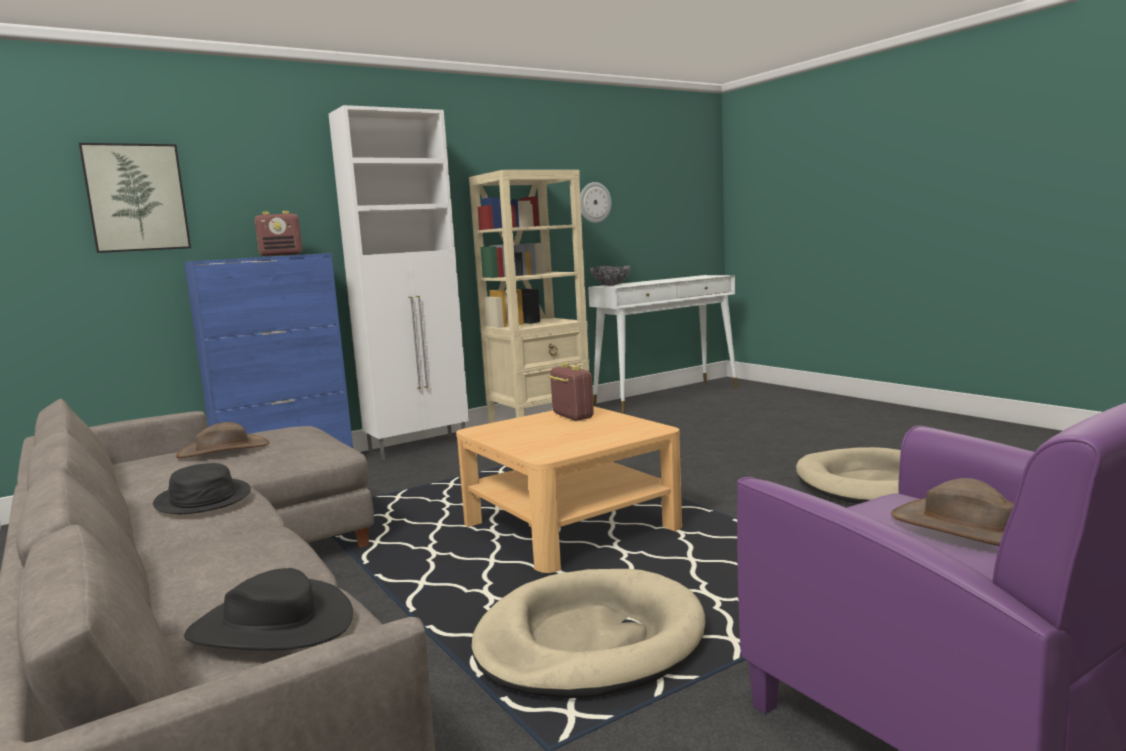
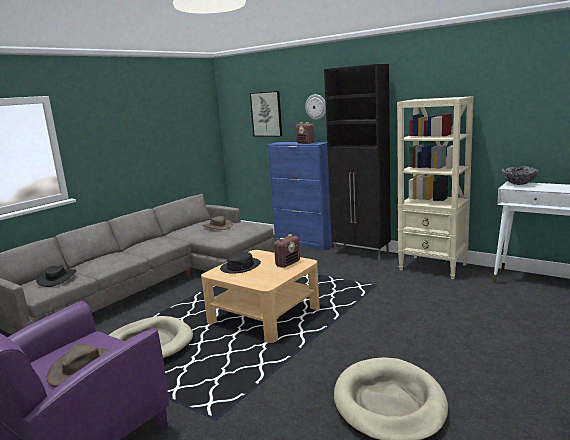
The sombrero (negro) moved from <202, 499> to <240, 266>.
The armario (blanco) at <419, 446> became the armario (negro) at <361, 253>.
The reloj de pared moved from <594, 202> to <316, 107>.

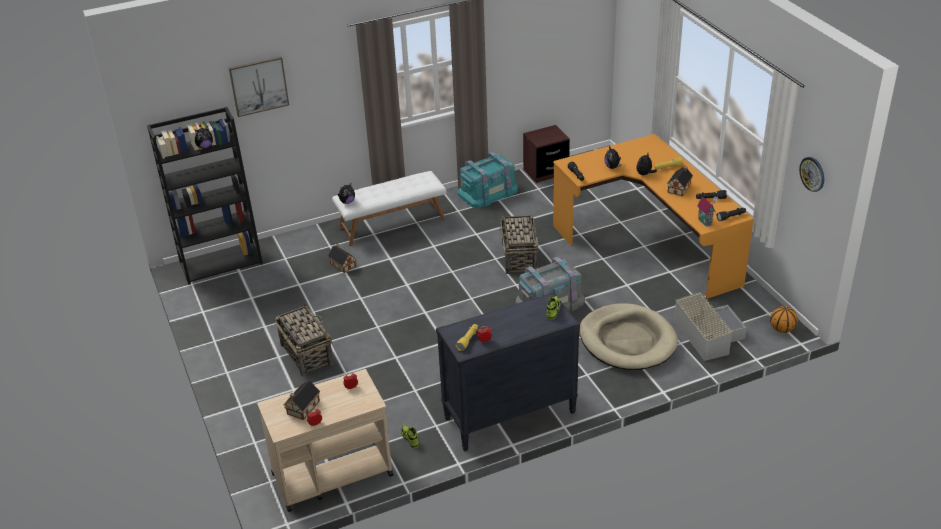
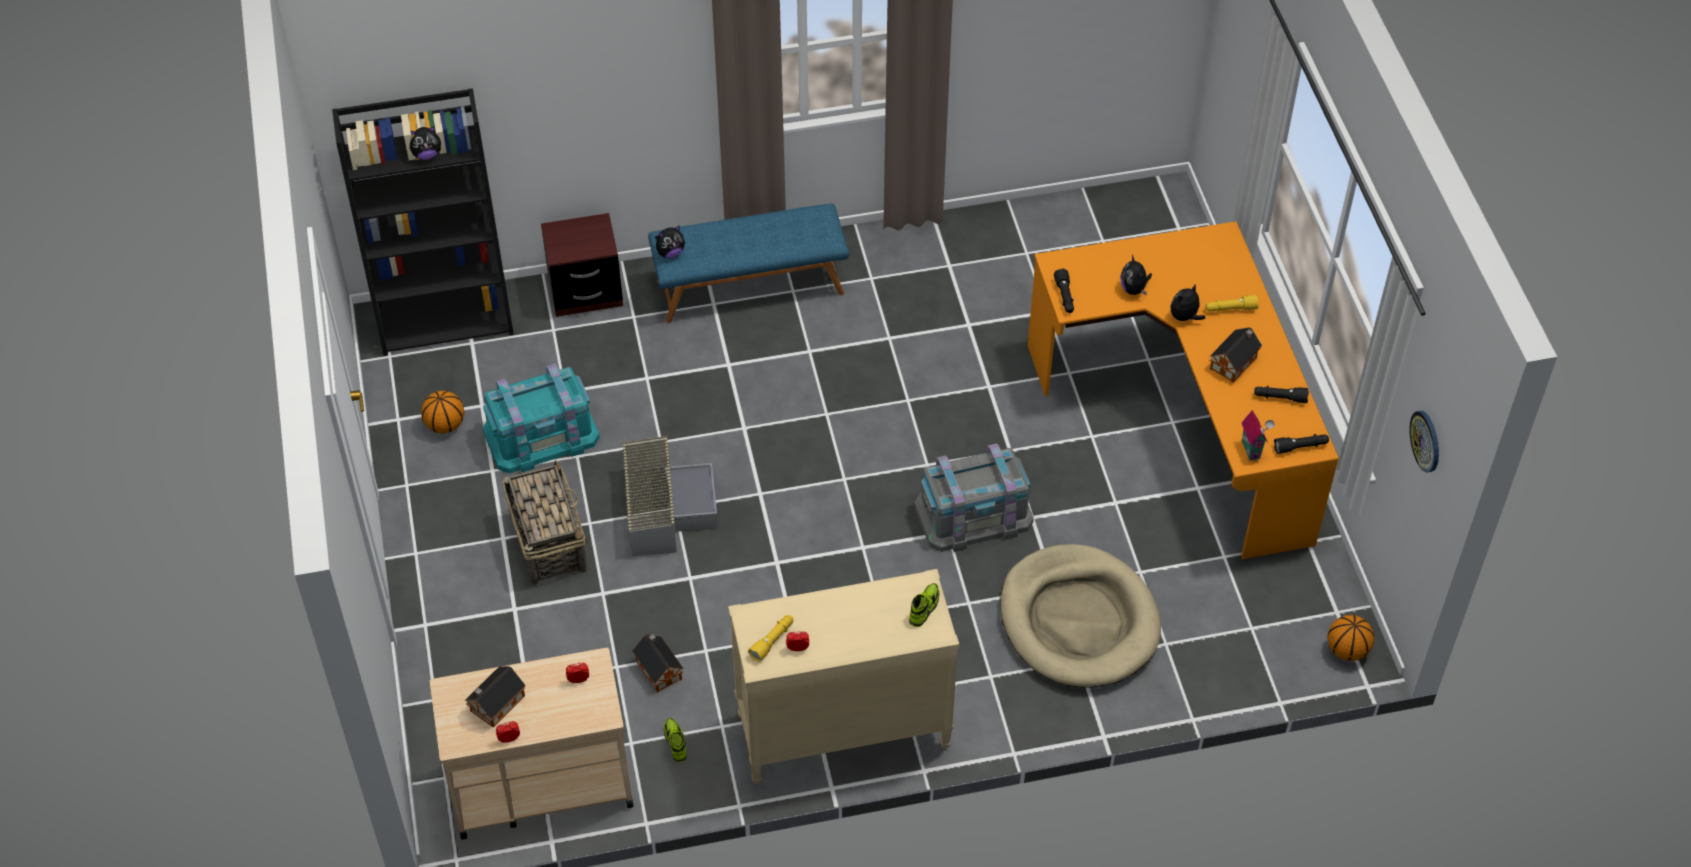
The cuadro at <259, 86> disappeared.
The casita moved from <342, 264> to <658, 668>.
The banco (blanco) at <392, 223> became the banco (azul) at <750, 286>.
The cómoda (negro) at <509, 416> became the cómoda (beis) at <842, 732>.
The caja de almacenaje (turquesa) moved from <487, 192> to <541, 434>.
The cesta at <519, 258> disappeared.
The mesita de noche (marrón) moved from <545, 172> to <585, 292>.
The caja de almacenaje (gris) moved from <708, 334> to <664, 507>.
The balón de baloncesto at <445, 424> appeared.

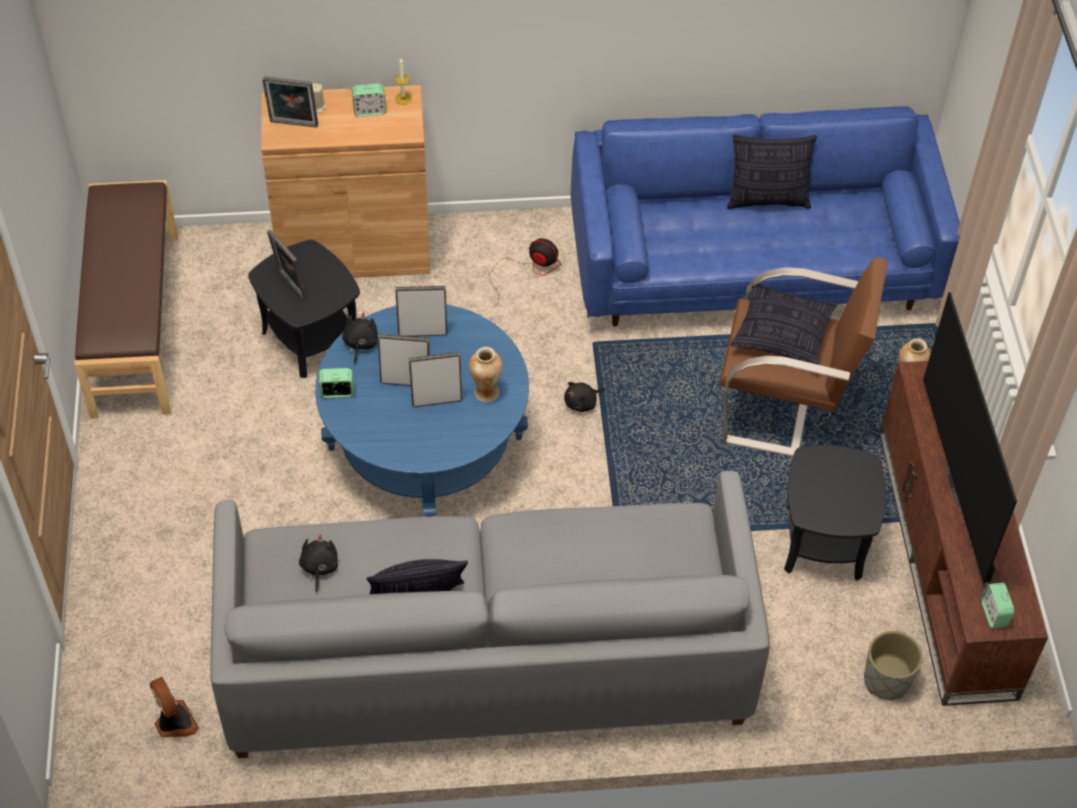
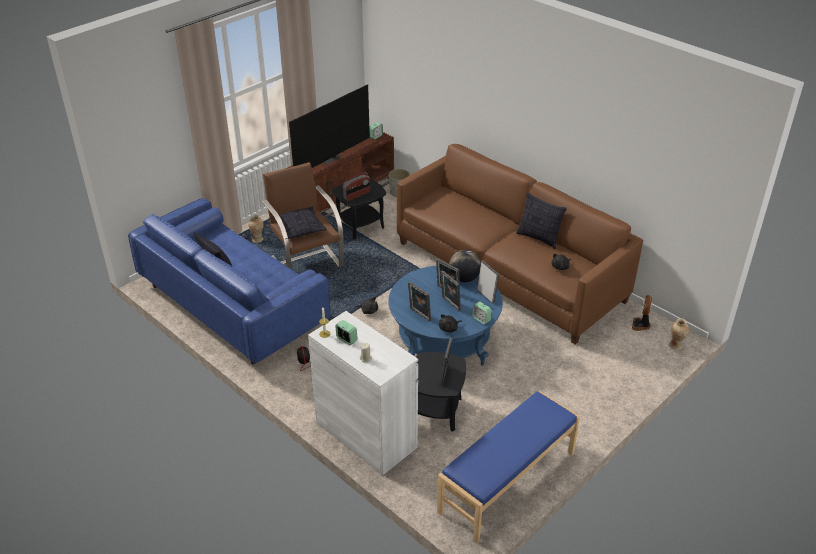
The banco (marrón) at <134, 324> became the banco (azul) at <508, 482>.
The sofá (gris) at <486, 657> became the sofá (marrón) at <509, 271>.
The armario (marrón) at <354, 249> became the armario (blanco) at <366, 435>.
The portarretratos moved from <293, 125> to <486, 295>.
The florero moved from <486, 392> to <675, 345>.
The radio at <356, 195> appeared.
The globo terráqueo at <464, 278> appeared.

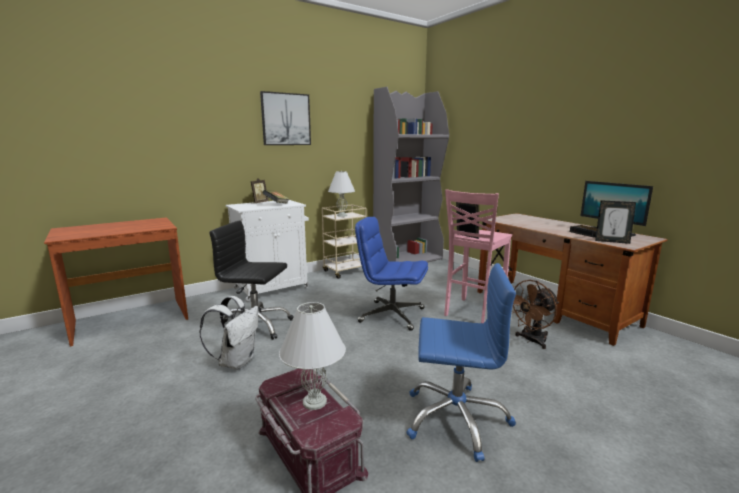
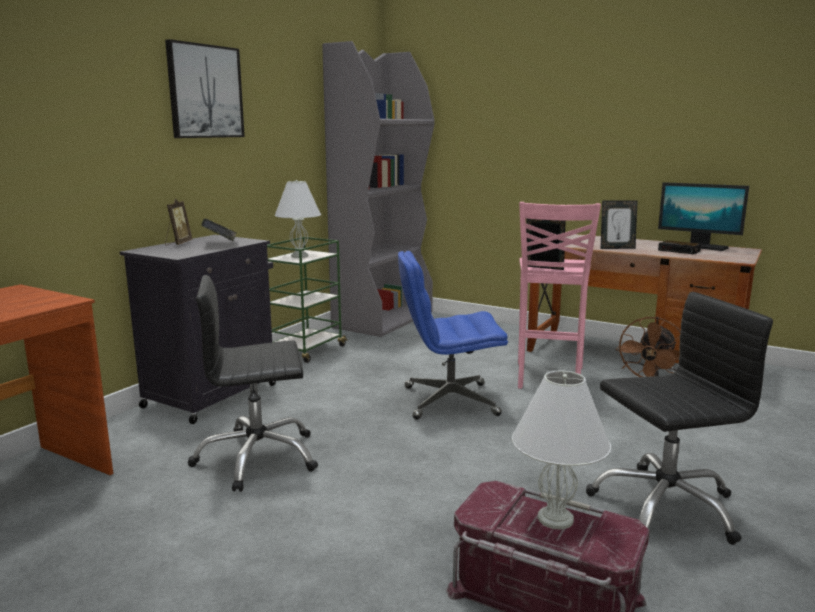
The mochila (blanco) at <236, 361> disappeared.
The armario (blanco) at <273, 288> became the armario (negro) at <212, 395>.
The carrito (beis) at <345, 271> became the carrito (verde) at <307, 351>.
The silla de oficina (azul) at <456, 418> became the silla de oficina (negro) at <664, 506>.
The portarretratos moved from <611, 241> to <616, 248>.

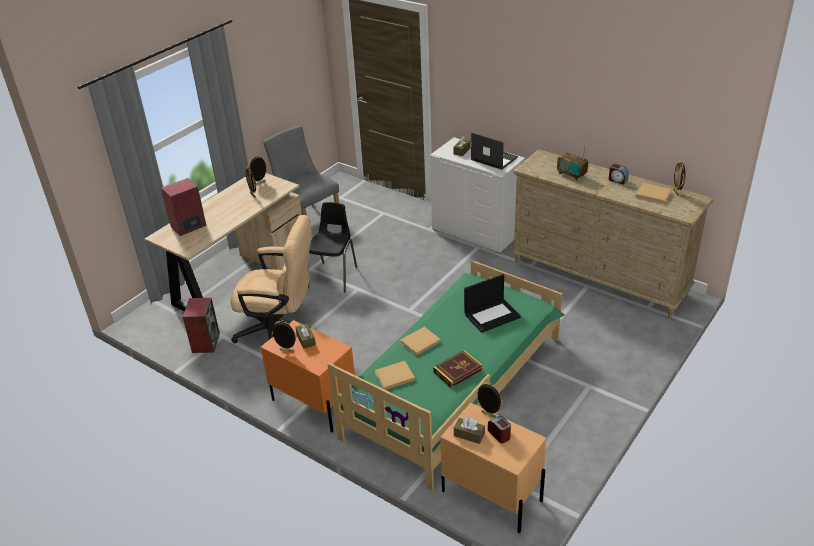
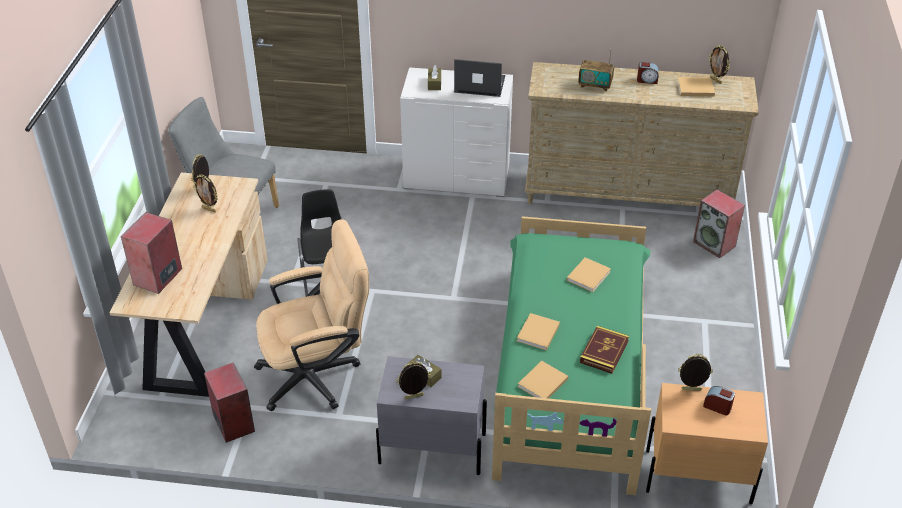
The mesita de noche (naranja) at <314, 403> became the mesita de noche (gris) at <431, 448>.
The caja de pañuelos (marrón) at <469, 435> disappeared.
The portátil at <492, 315> was replaced by the libro (beis) at <589, 275>.
The altavoz at <715, 244> appeared.

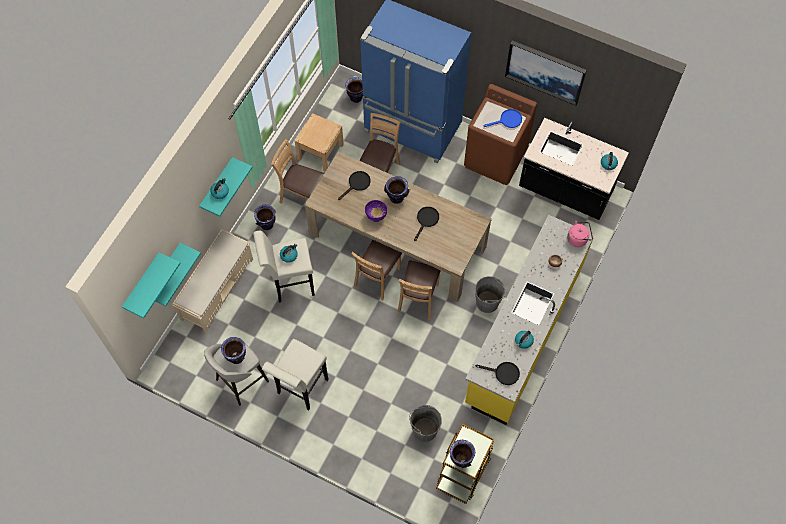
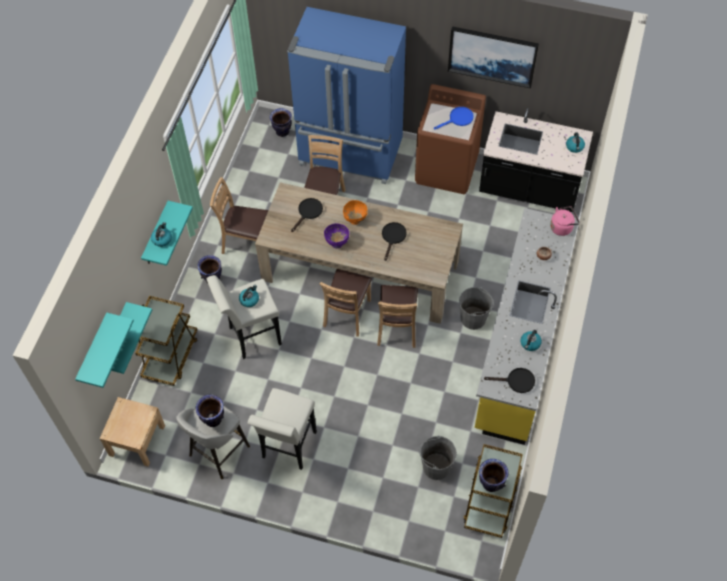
The banco (beis) at <217, 288> was replaced by the carrito (marrón) at <170, 356>.
The mesita de noche (beis) moved from <320, 151> to <137, 440>.
The florero at <396, 198> was replaced by the cuenco (naranja) at <355, 220>.

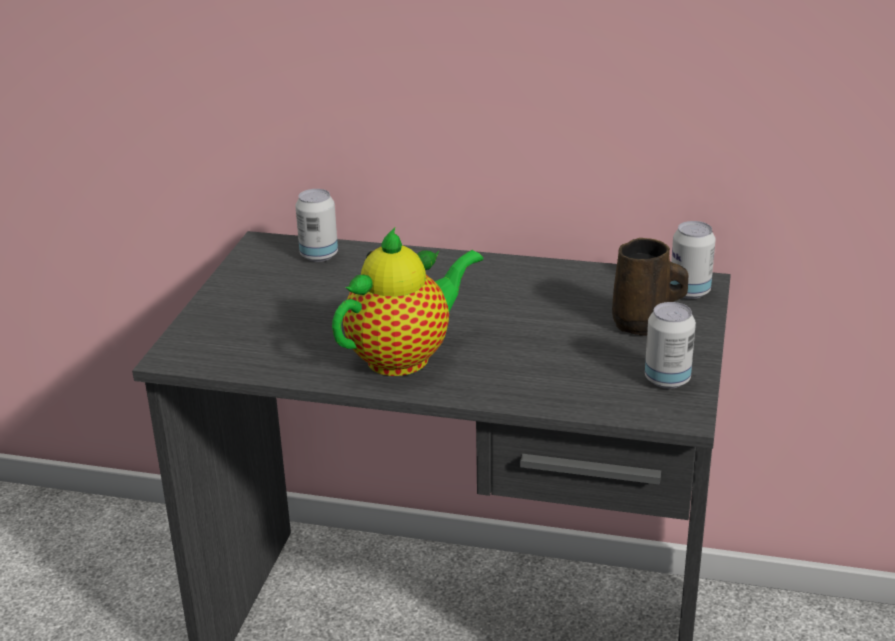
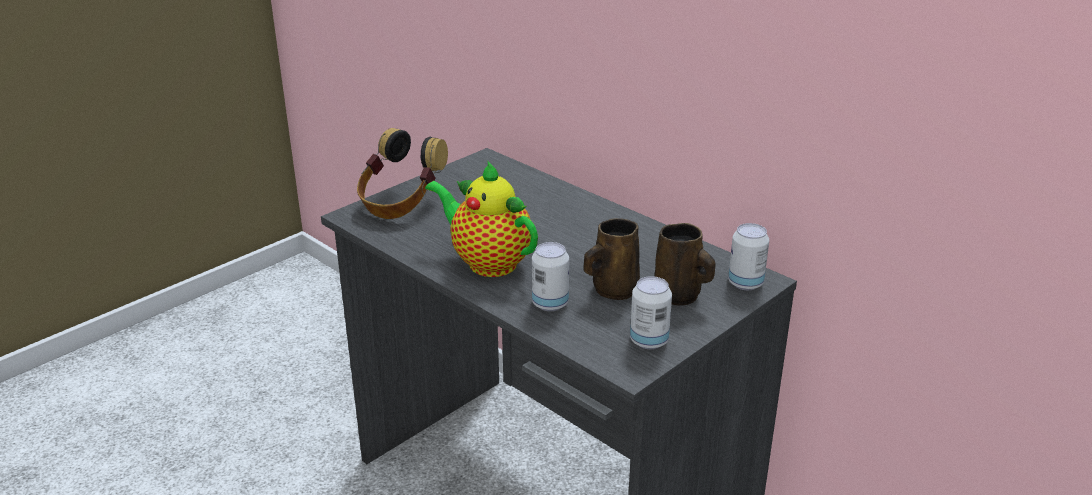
The lata moved from <319, 255> to <550, 304>.
The tetera at <404, 357> turned 135 degrees counterclockwise.
The auriculares at <401, 204> appeared.
The taza grande (marrón) at <613, 290> appeared.

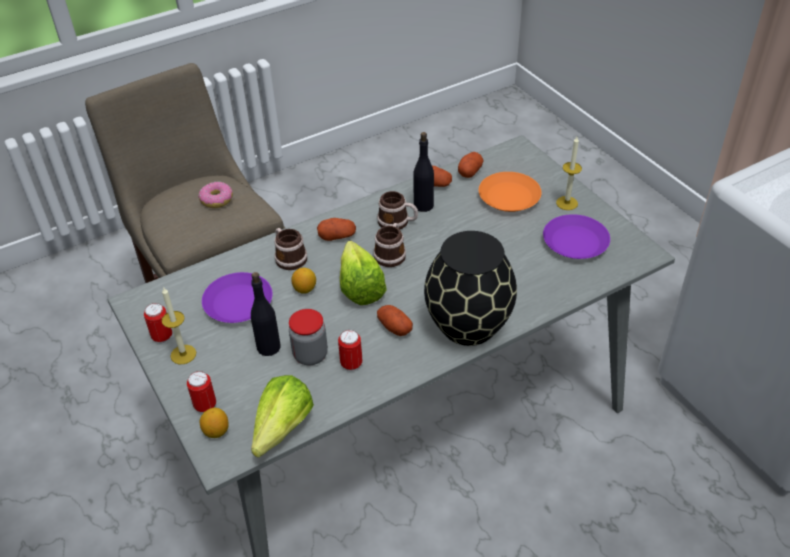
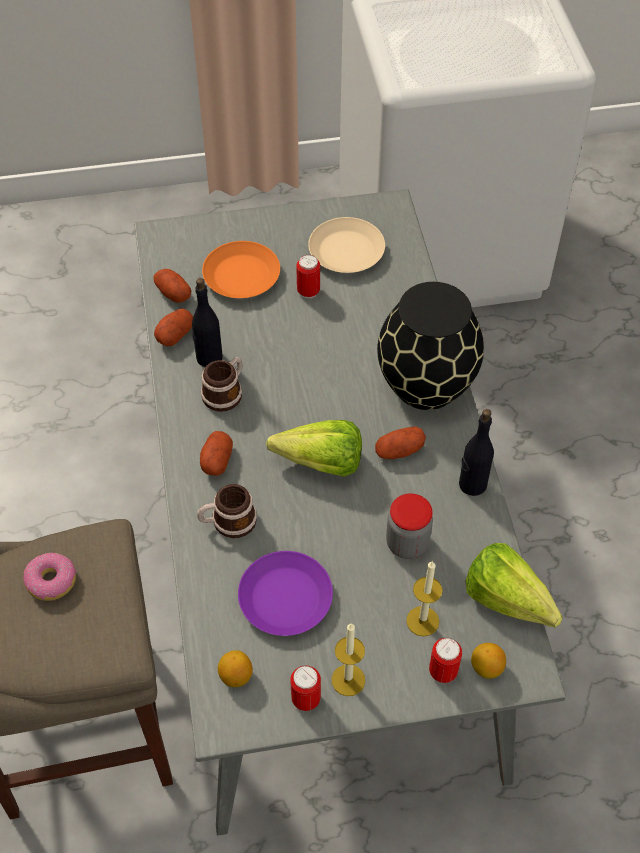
The botella (negro) moved from <268, 347> to <472, 484>.
The limón moved from <305, 289> to <236, 676>.
The lata moved from <351, 364> to <308, 291>.
The taza grande at <391, 254> disappeared.
The plato (morado) at <574, 242> became the plato (beis) at <345, 252>.
The vela moved from <567, 203> to <422, 621>.

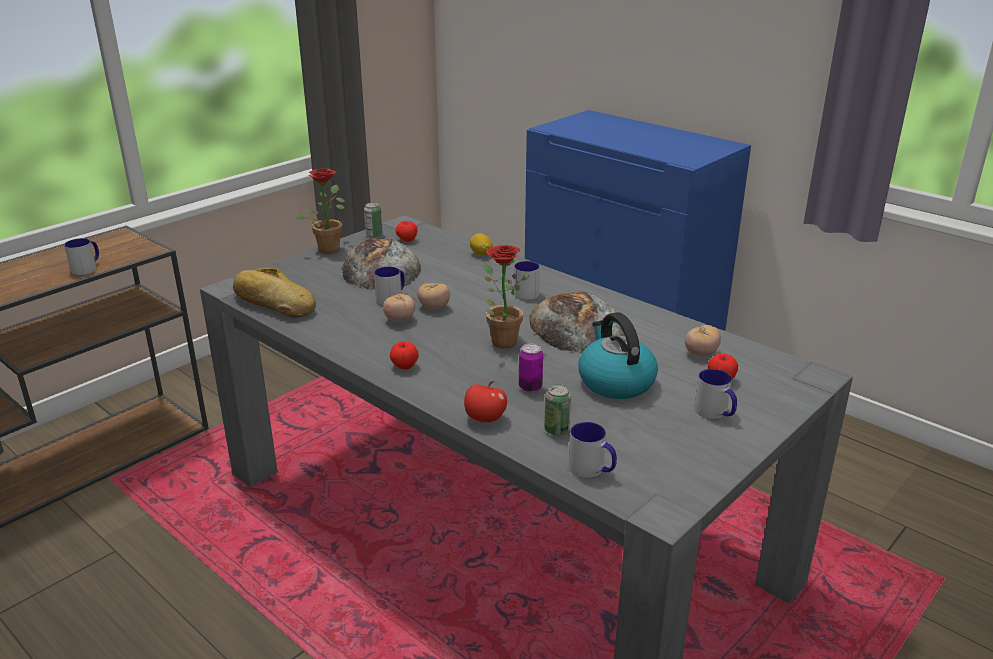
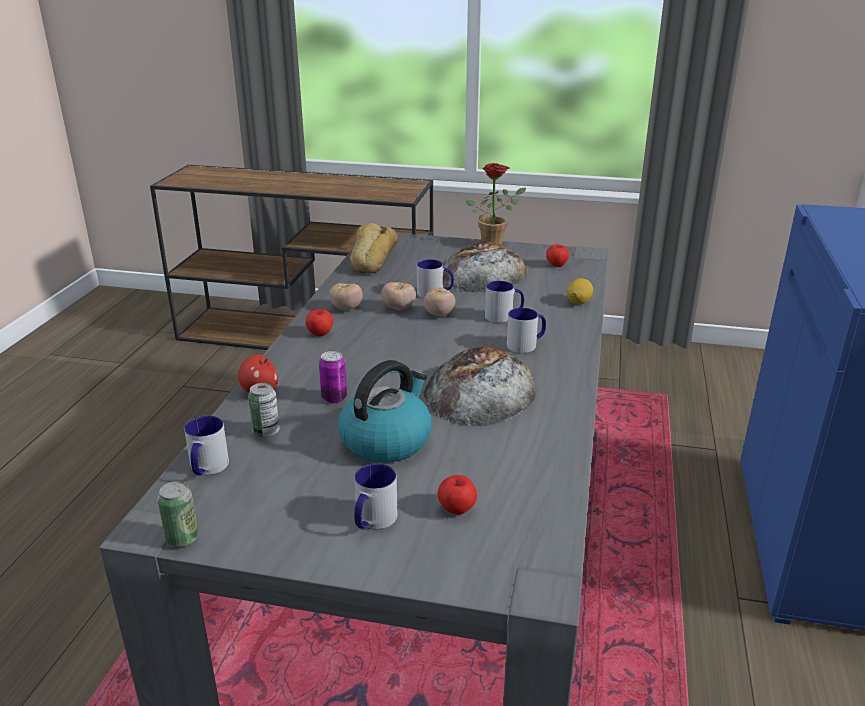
The taza grande moved from <87, 268> to <504, 316>.
The lata moved from <374, 234> to <182, 538>.
The planta en maceta at <500, 340> disappeared.
The tomate moved from <700, 353> to <346, 308>.

